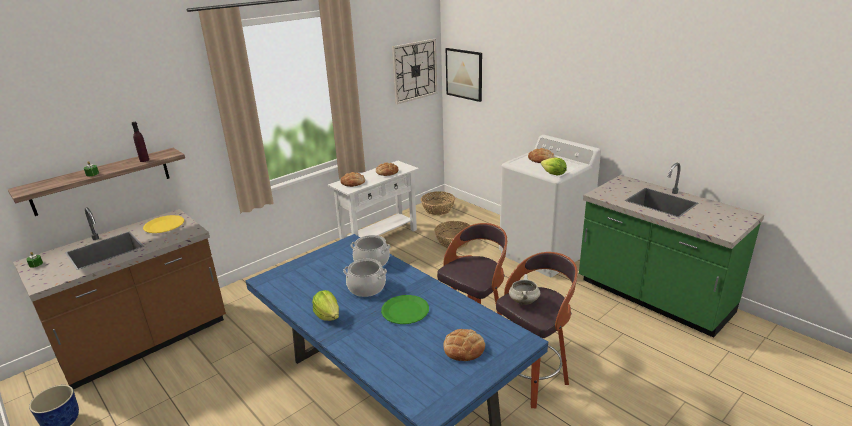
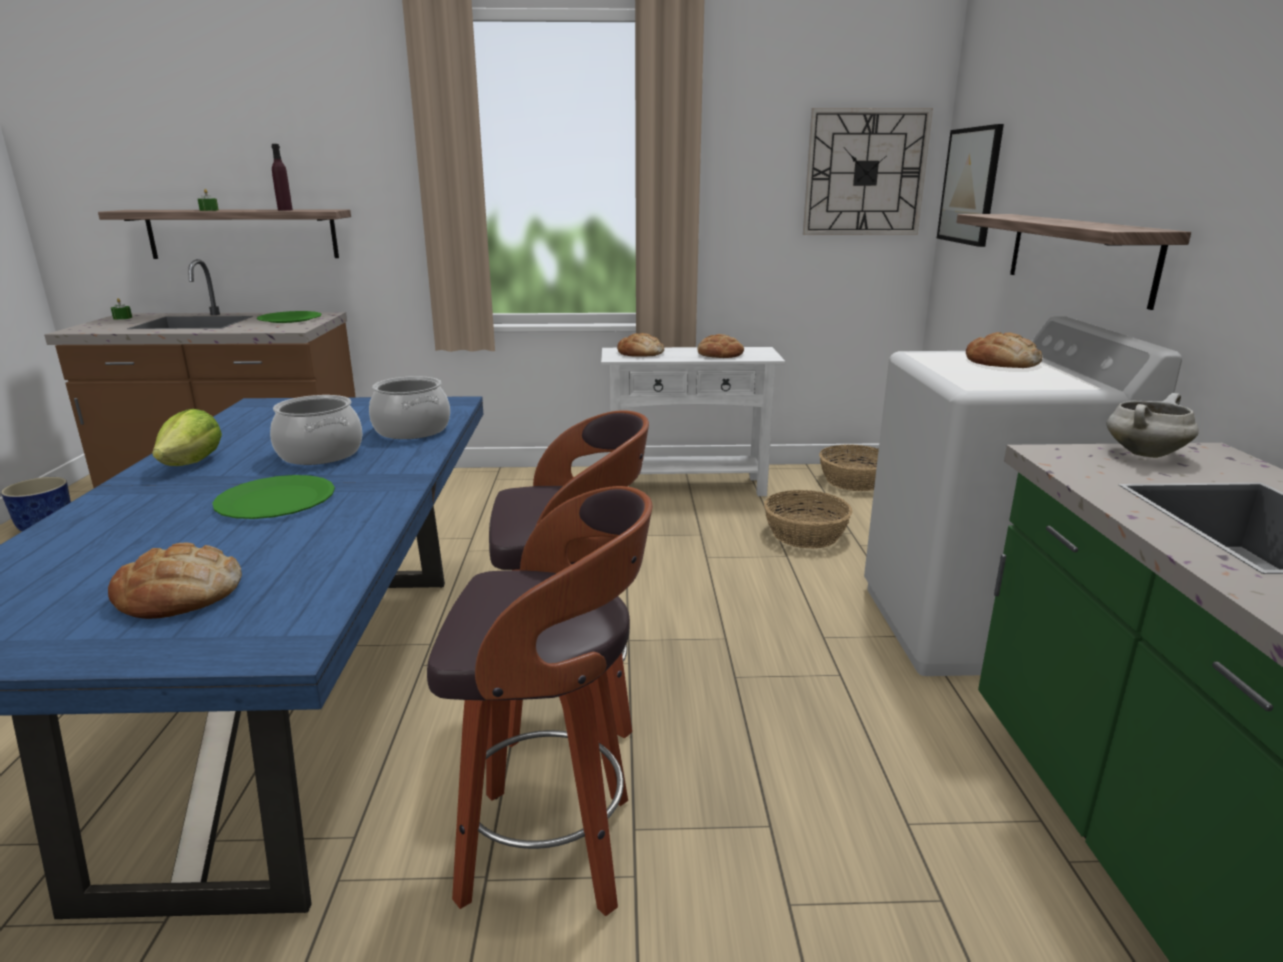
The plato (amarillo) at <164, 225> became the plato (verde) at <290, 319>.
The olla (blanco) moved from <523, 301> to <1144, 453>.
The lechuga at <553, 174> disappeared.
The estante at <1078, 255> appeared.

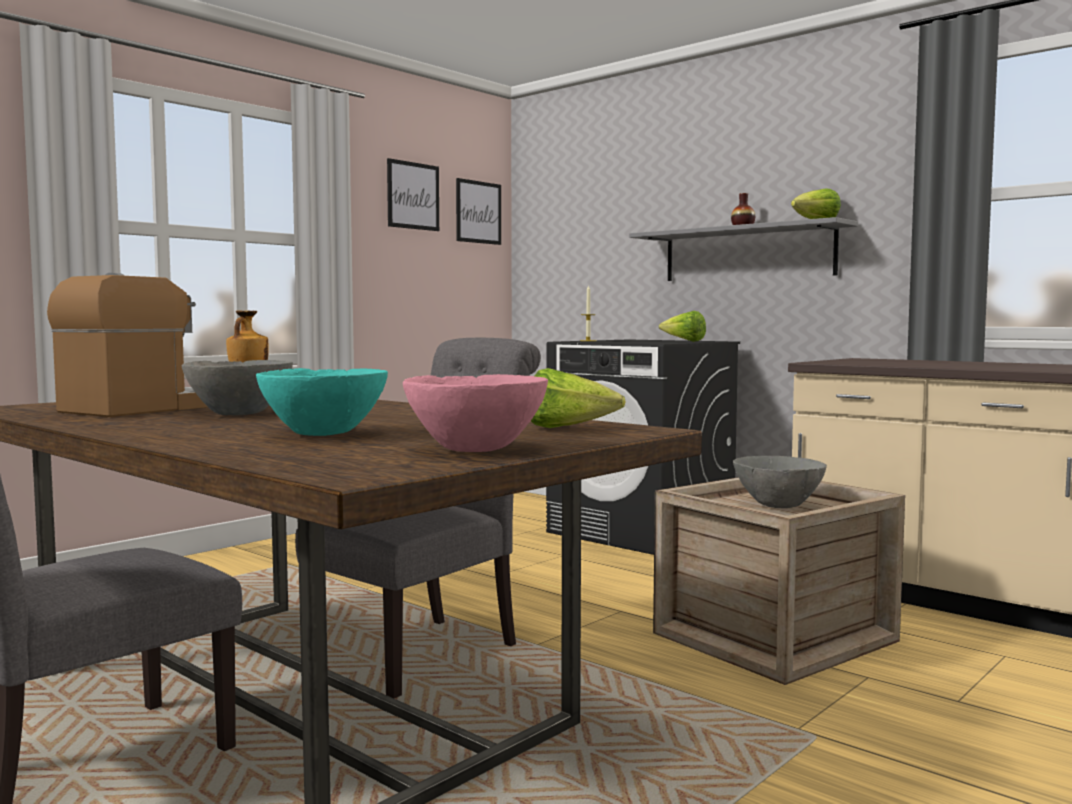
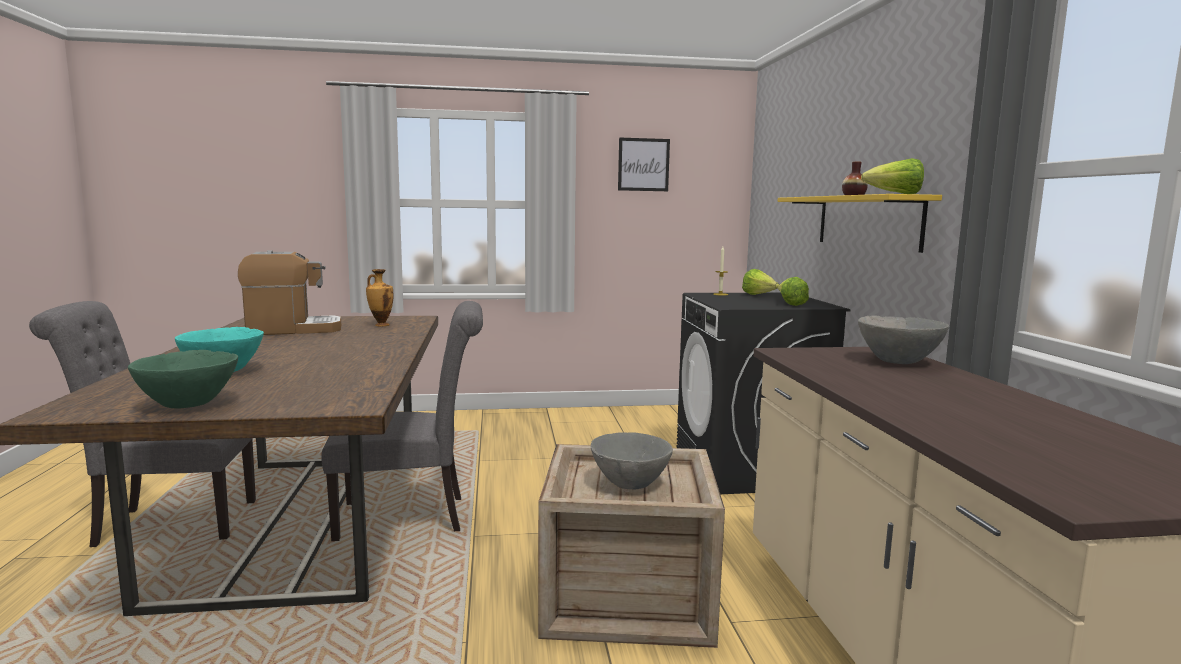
The cuenco (gris) moved from <240, 414> to <898, 362>.
The cuenco (rosa) at <476, 450> became the cuenco (verde) at <189, 405>.
The cuadro at <478, 212> disappeared.
The lechuga moved from <568, 429> to <759, 295>.
The estante (gris) at <747, 253> became the estante (amarillo) at <867, 221>.

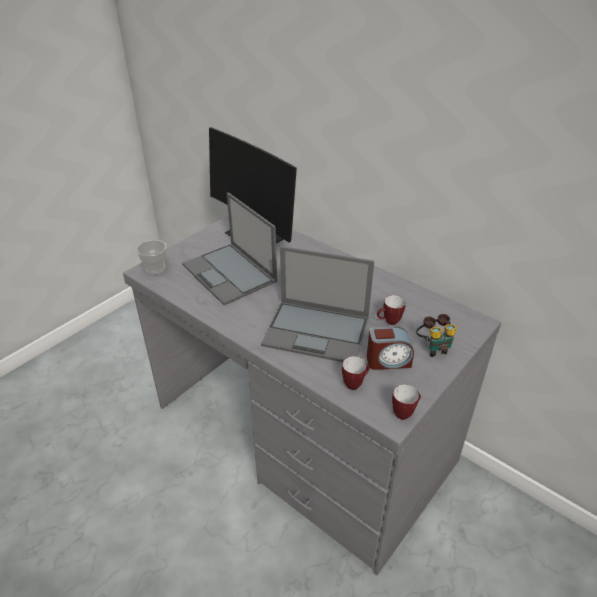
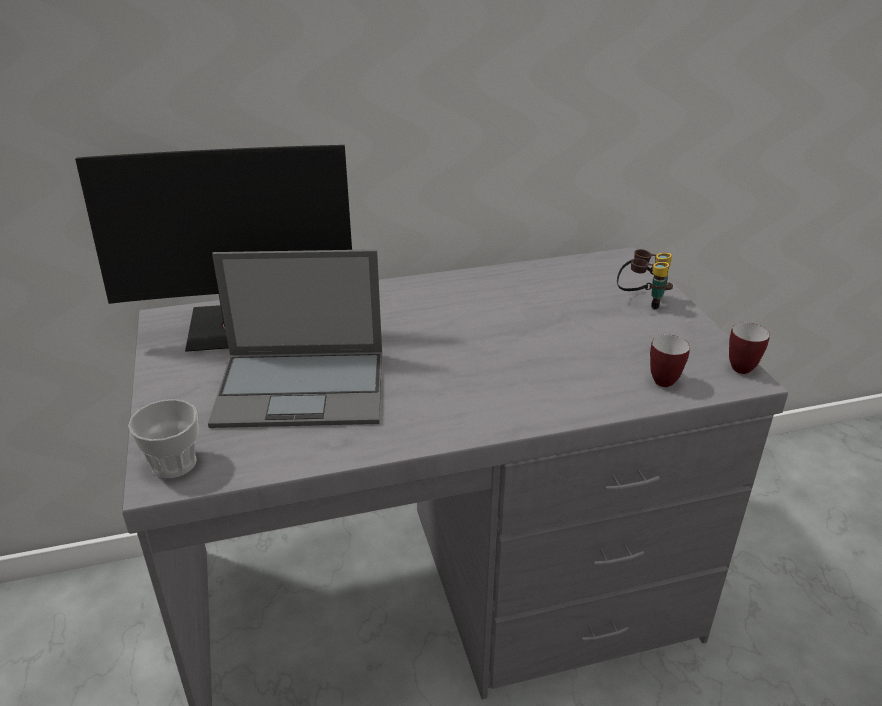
The portátil at <317, 331> disappeared.
The despertador at <388, 361> disappeared.
The taza grande at <389, 322> disappeared.

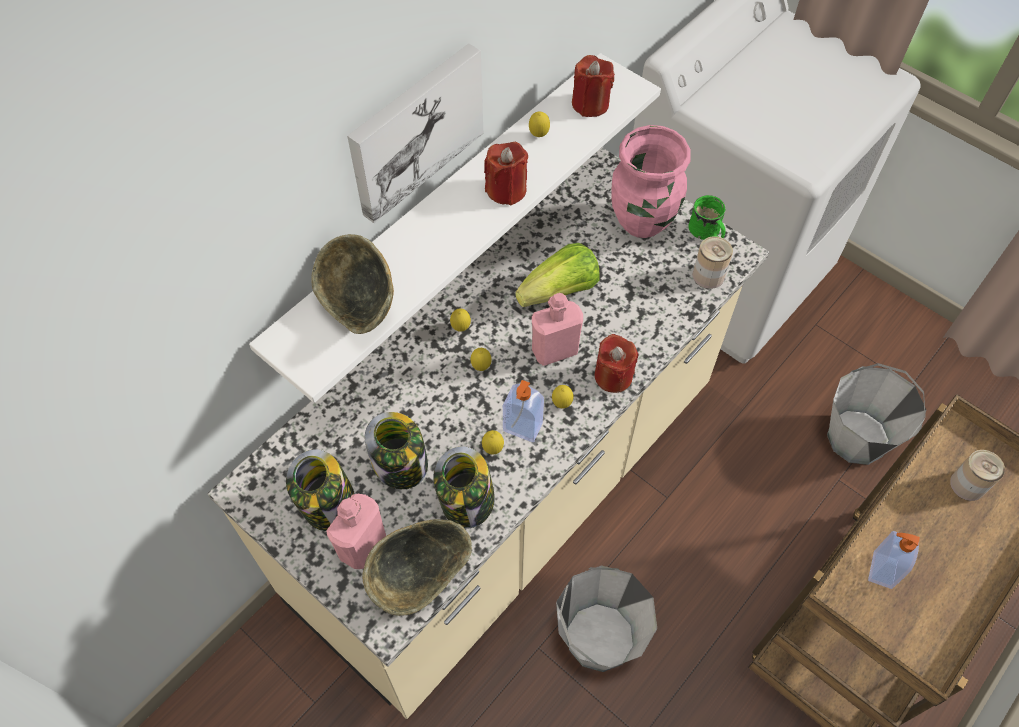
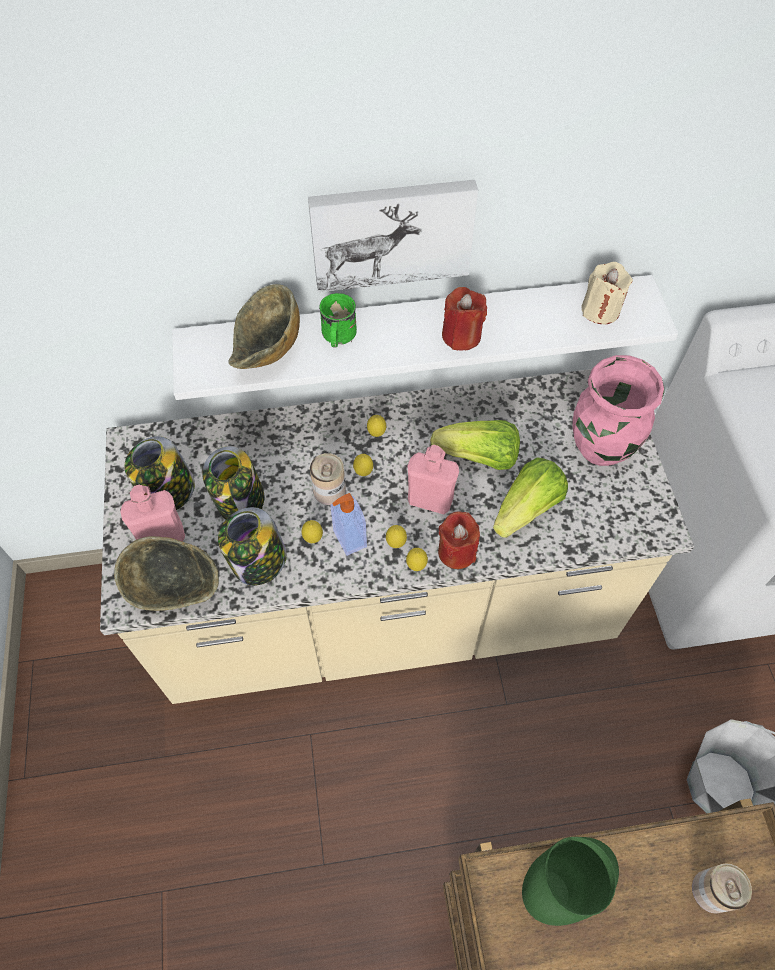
The limón moved from <539, 135> to <416, 566>.
The cubo (gris) at <599, 637> disappeared.
The vela (rojo) at <590, 104> became the vela (beis) at <600, 310>.
The taza grande (verde) moved from <706, 233> to <337, 338>.
The lata moved from <708, 275> to <329, 491>.
The dispensador de jabón at <881, 569> was replaced by the florero (verde) at <554, 891>.
The lechuga at <527, 509> appeared.

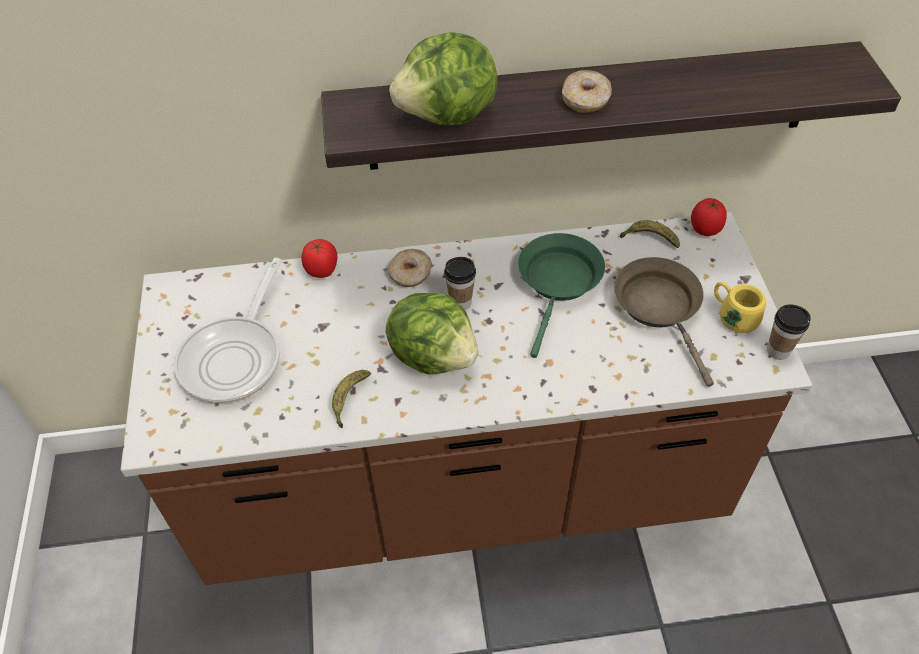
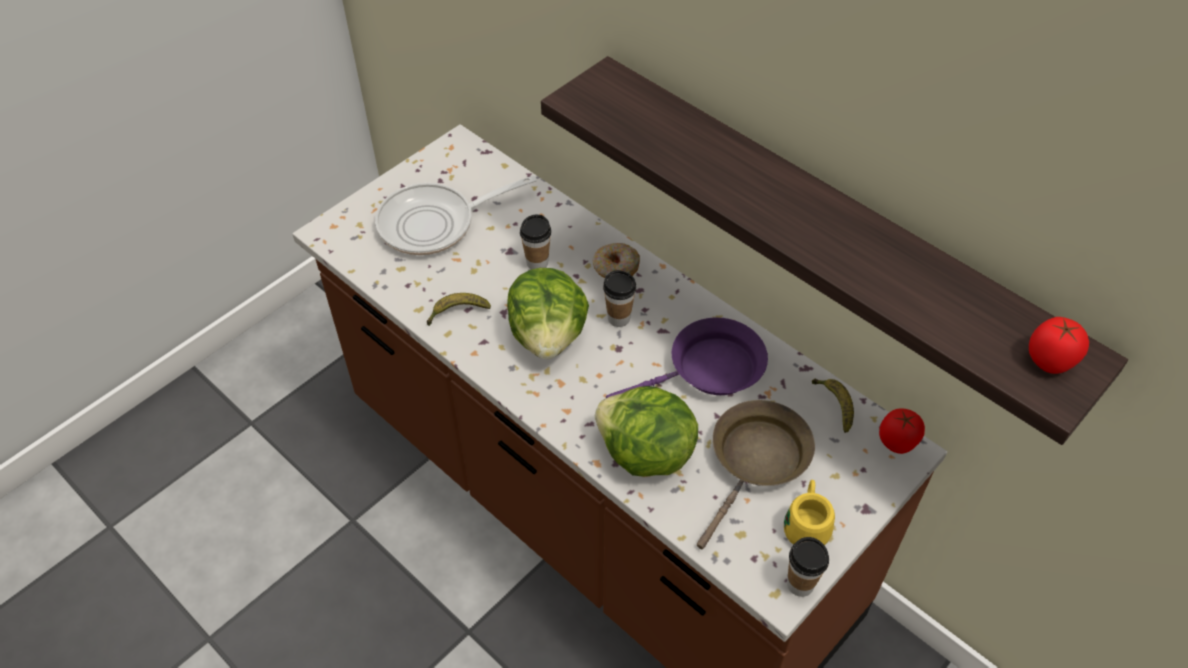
The tomate moved from <322, 270> to <1050, 361>.
The lechuga moved from <448, 116> to <645, 454>.
The sartén (verde) at <558, 283> became the sartén (morado) at <709, 370>.
The rosquilla at <585, 100> disappeared.
The taza at <537, 263> appeared.

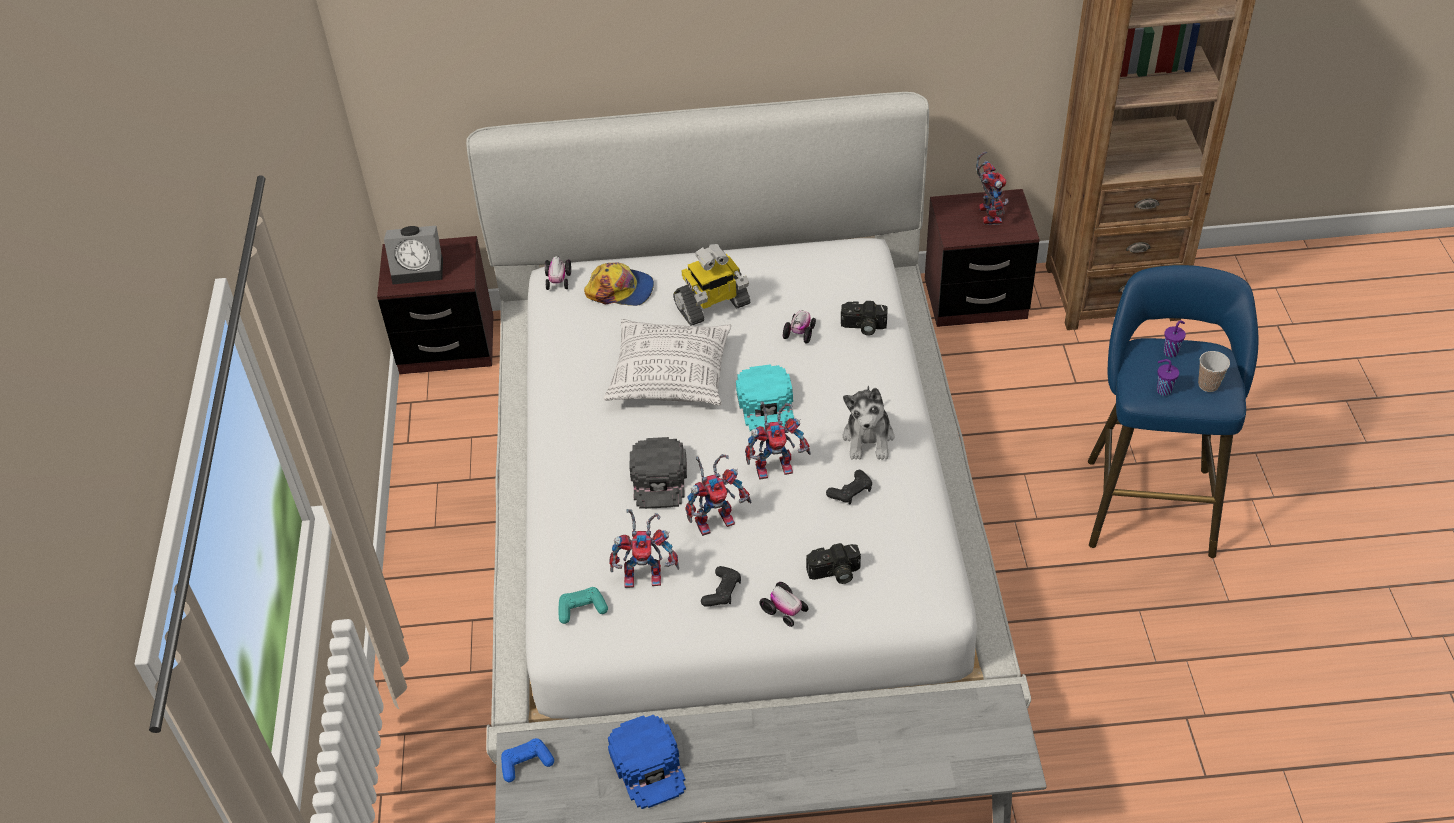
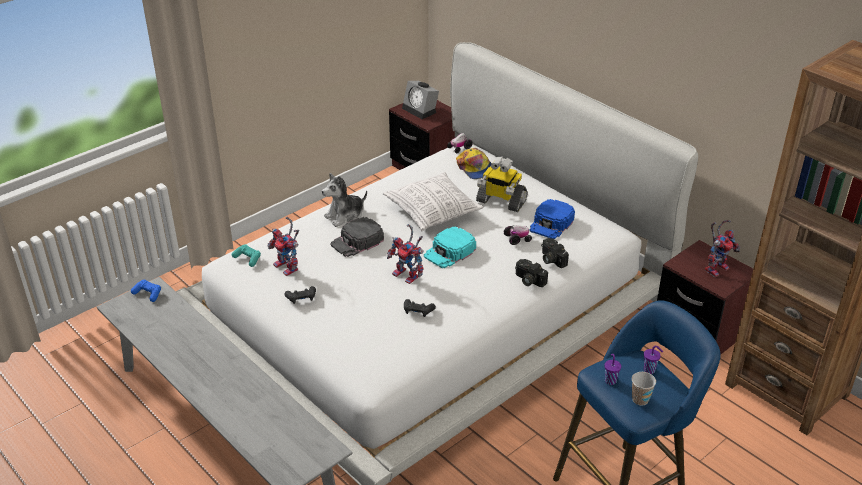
The gorra (azul) moved from <649, 765> to <551, 224>.
The robot de juguete at <716, 518> disappeared.
The coche de juguete at <784, 610> disappeared.
The cámara moved from <834, 573> to <528, 280>.
The peluche moved from <868, 438> to <345, 216>.

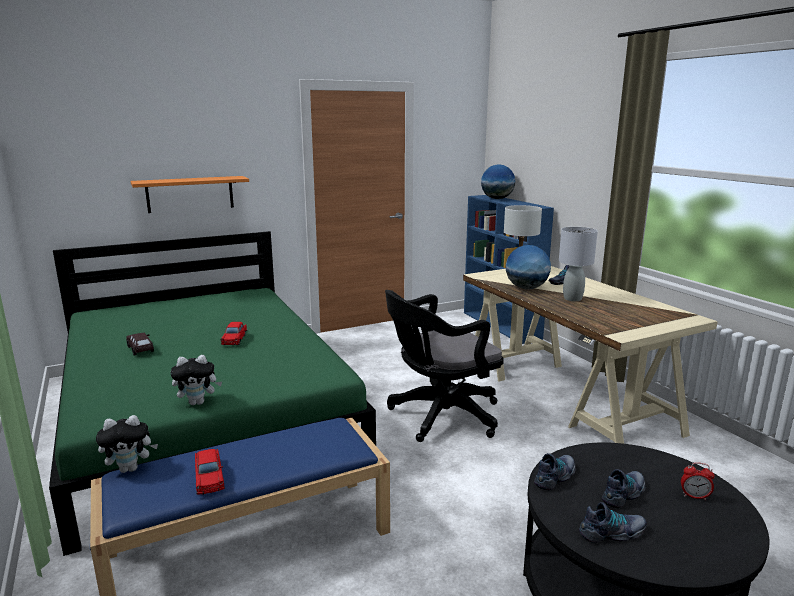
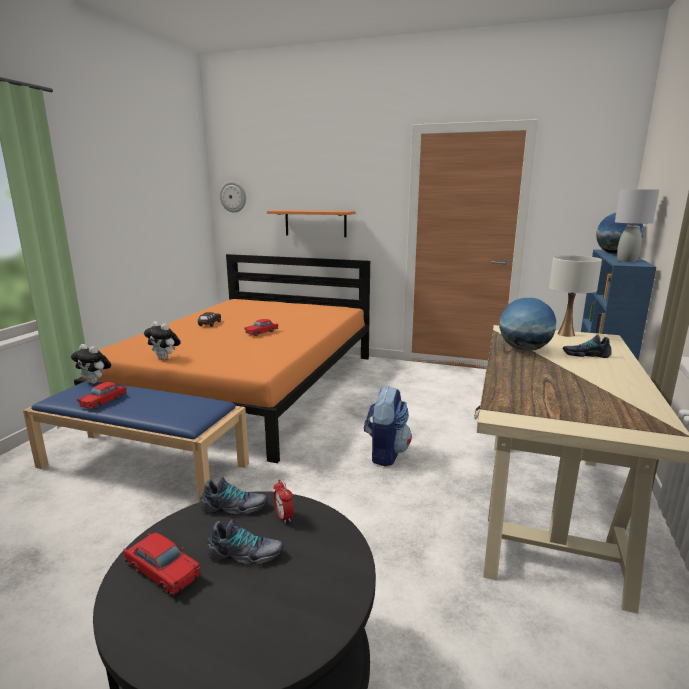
The cama (verde) at <205, 414> became the cama (naranja) at <250, 386>.
The silla de oficina (negro) at <440, 417> was replaced by the mochila at <385, 453>.
The lámpara de mesa (gris) moved from <572, 299> to <626, 261>.
The zapato at <613, 533> was replaced by the coche de juguete (rojo) at <162, 571>.
The despertador moved from <694, 496> to <284, 516>.
The reloj de pared at <233, 197> appeared.

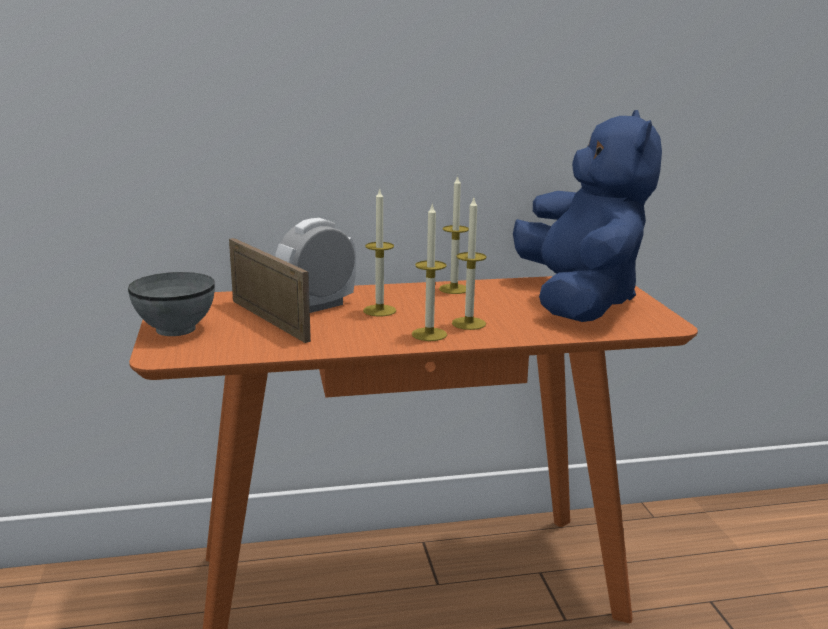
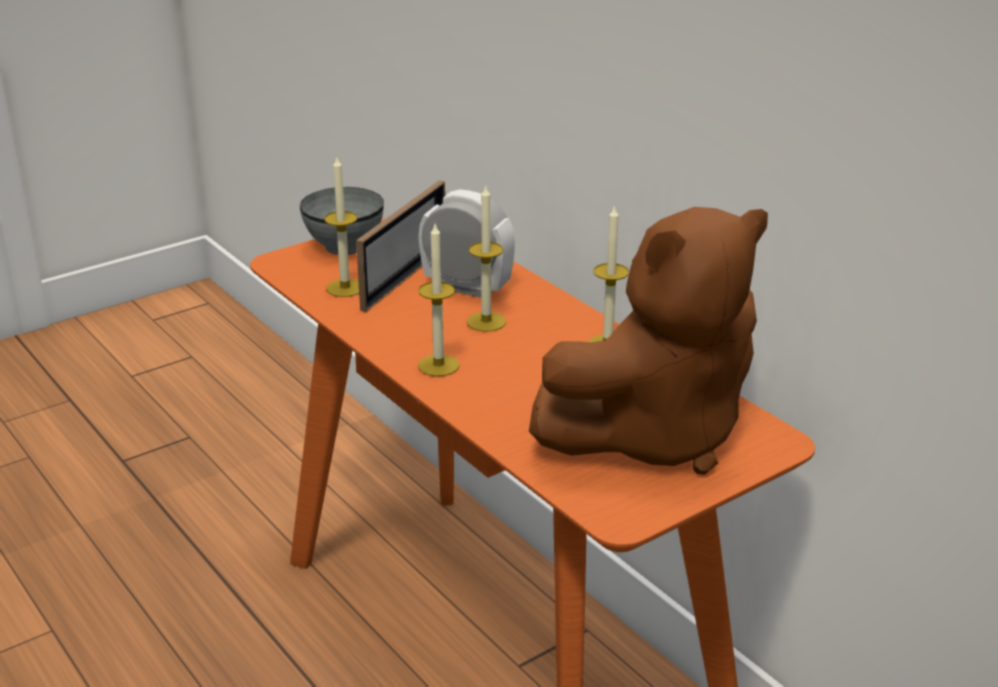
The vela moved from <468, 323> to <345, 288>.
The peluche (azul) at <578, 301> became the peluche (marrón) at <653, 435>.

